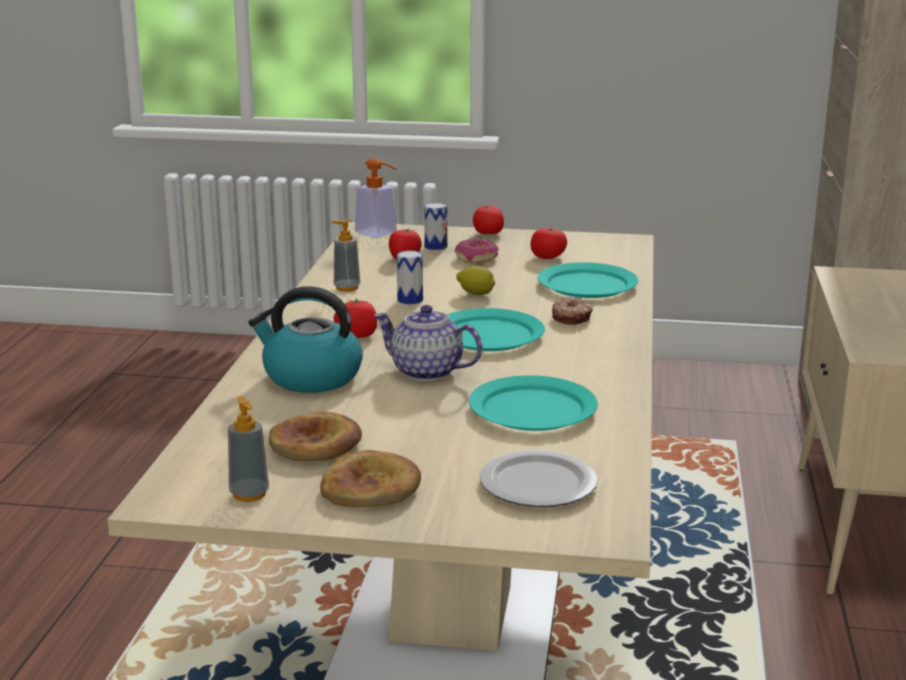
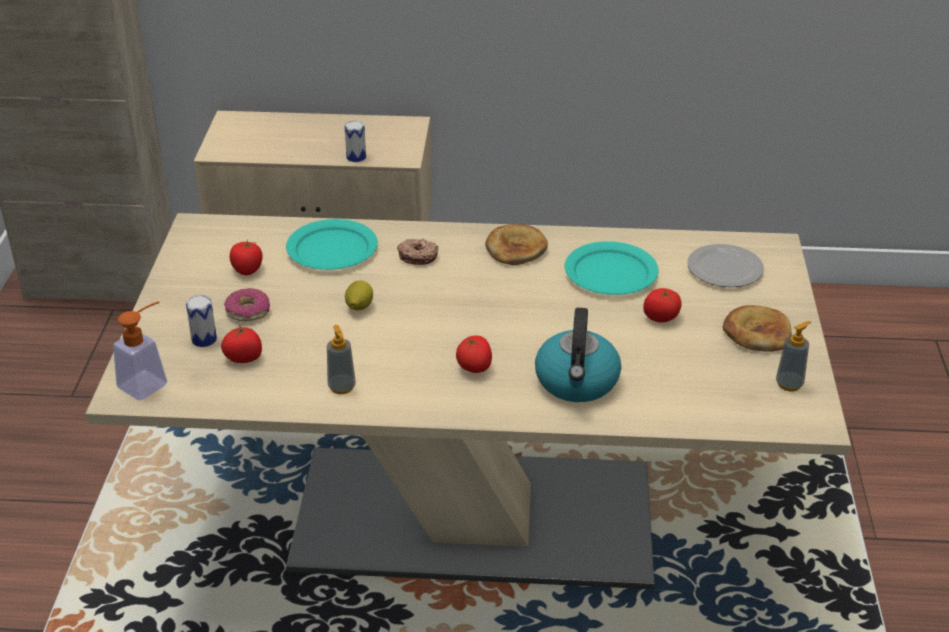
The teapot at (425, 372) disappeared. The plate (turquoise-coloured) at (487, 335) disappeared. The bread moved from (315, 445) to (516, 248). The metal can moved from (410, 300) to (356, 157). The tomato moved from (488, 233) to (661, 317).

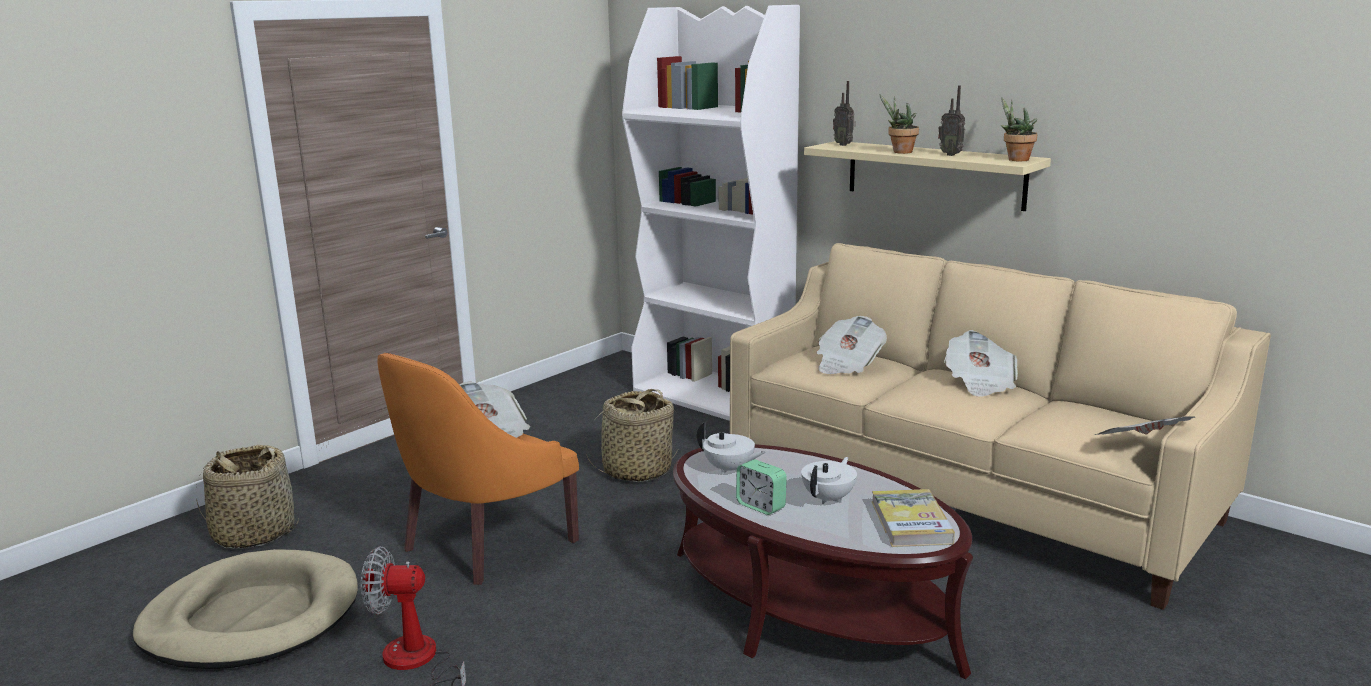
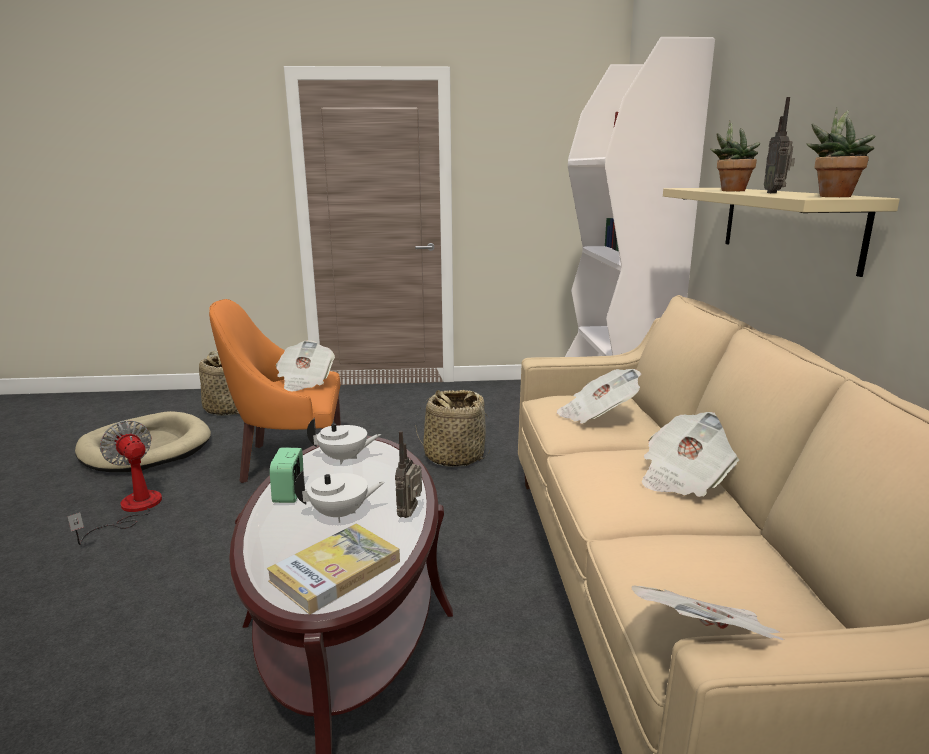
The radio moved from (844, 145) to (411, 514). The teapot (white-coloured) at (729, 469) turned 75 degrees counterclockwise.

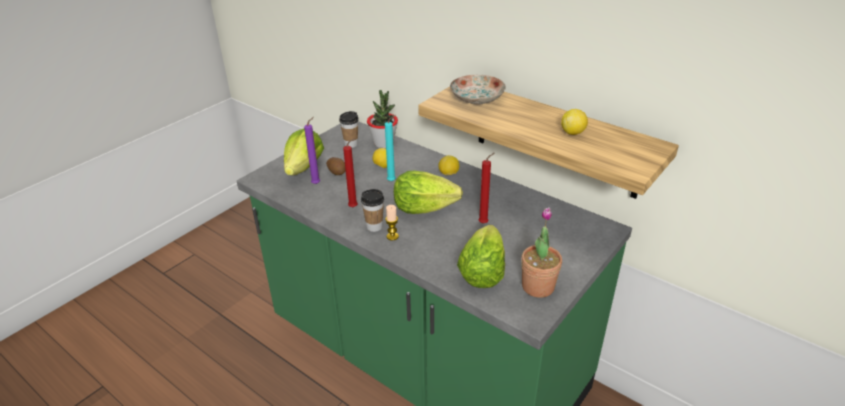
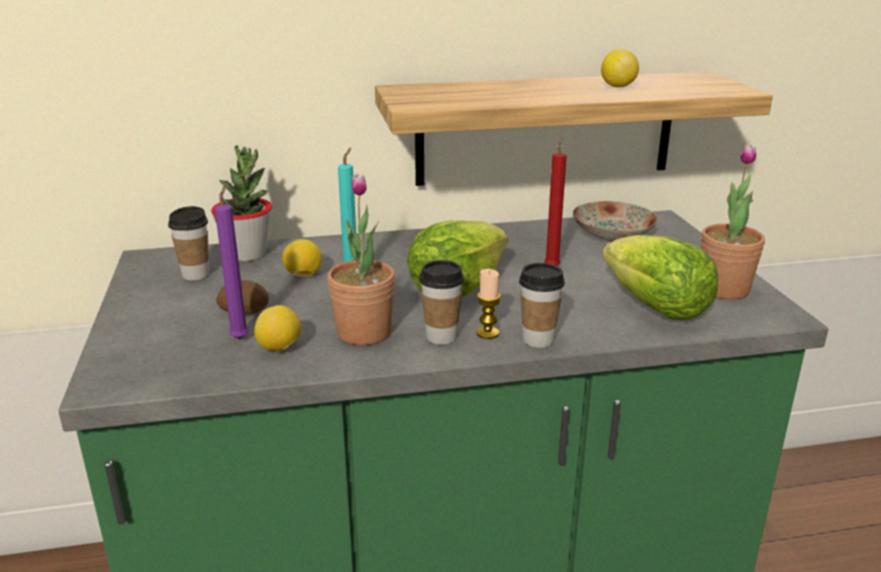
The head of lettuce at (304, 168) disappeared. The small cup at (538, 340) appeared. The citrus fruit moved from (448, 174) to (280, 349). The plate moved from (476, 98) to (611, 234). The wax candle (red-coloured) at (354, 207) was replaced by the houseplant at (364, 332).

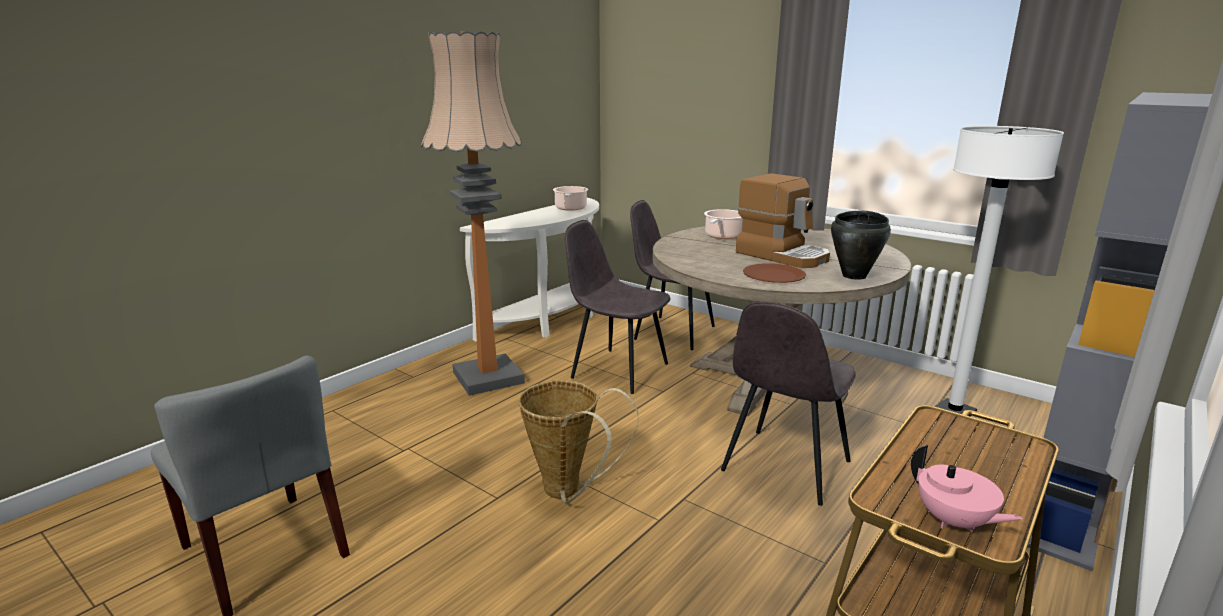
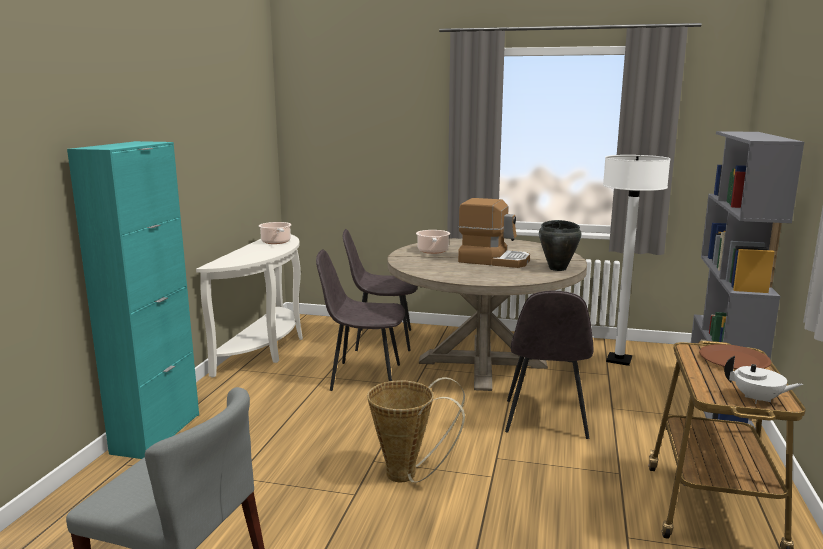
The floor lamp at (488, 377) disappeared. The cupboard (turquoise-coloured) at (156, 433) appeared. The plate (brown) moved from (774, 275) to (734, 359). The teapot (pinkish) at (954, 522) became the teapot (white-coloured) at (757, 399).

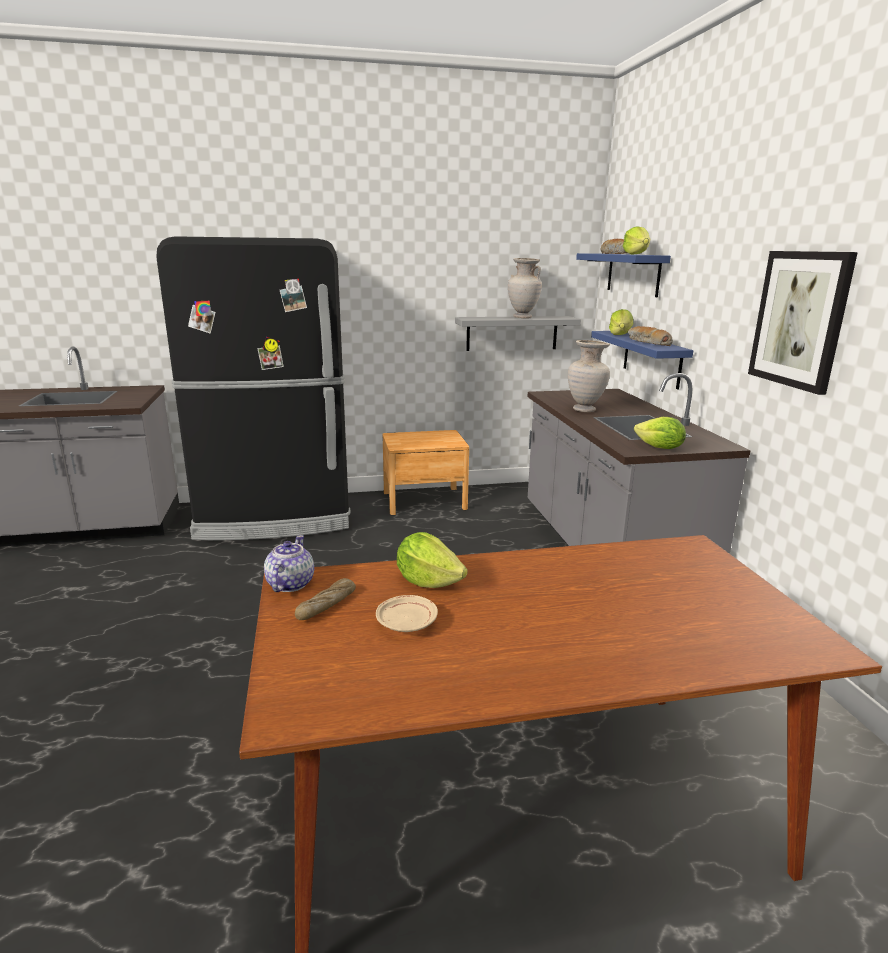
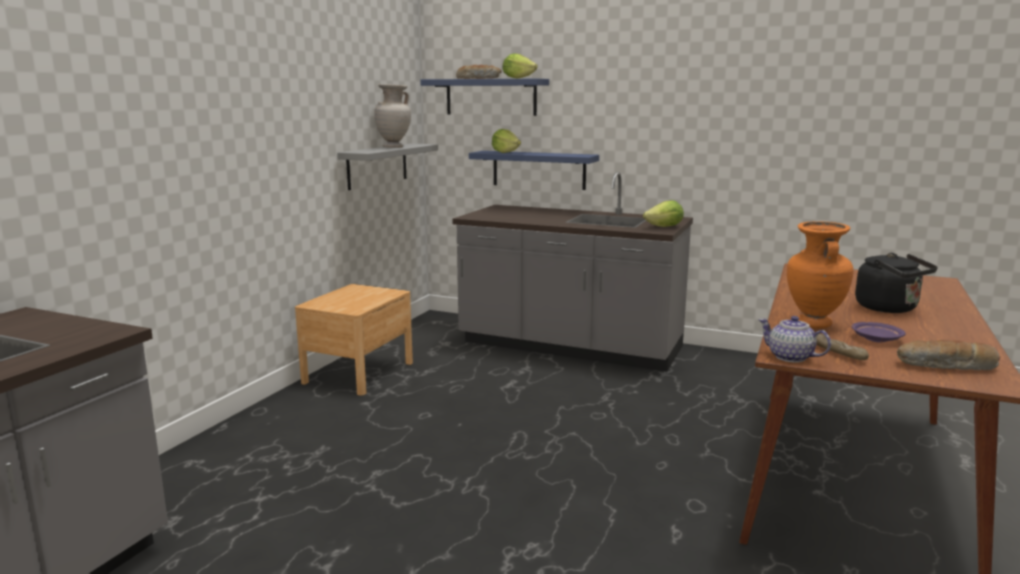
The kitchen fridge (black-coloured) at (275, 516) disappeared. The flower vase (beige-coloured) at (585, 410) disappeared. The wall art at (800, 319) disappeared. The kettle (black-coloured) at (890, 308) appeared. The bread moved from (647, 343) to (947, 367). The head of lettuce at (428, 581) was replaced by the flower vase (orangey) at (812, 324). The plate (beige-coloured) at (406, 622) became the plate (purple) at (876, 339).

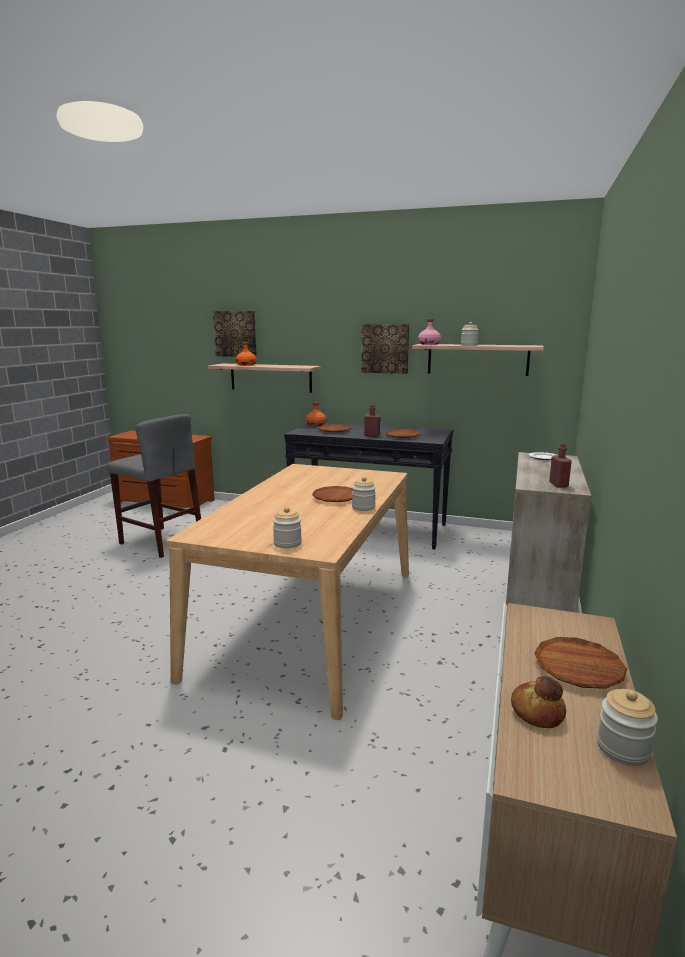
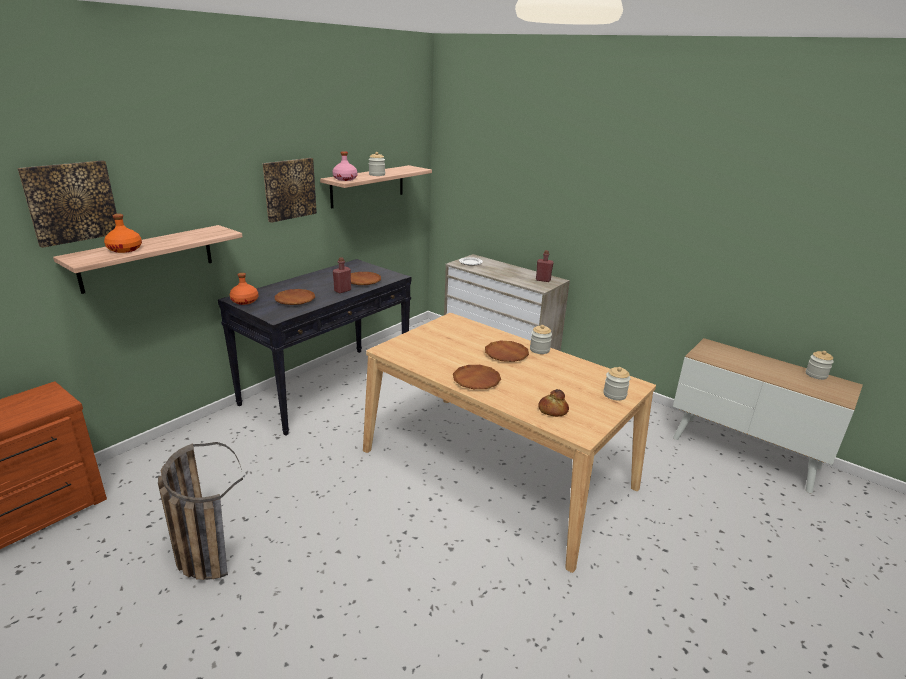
The bread moved from (536, 712) to (552, 410). The plate (brown) moved from (578, 668) to (476, 380). The stool (gray) at (161, 541) was replaced by the storage basket at (202, 549).

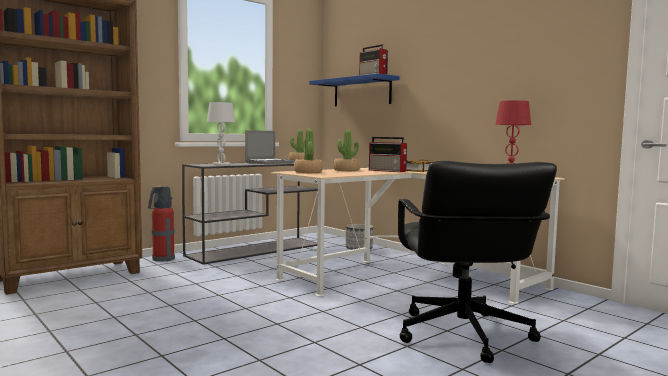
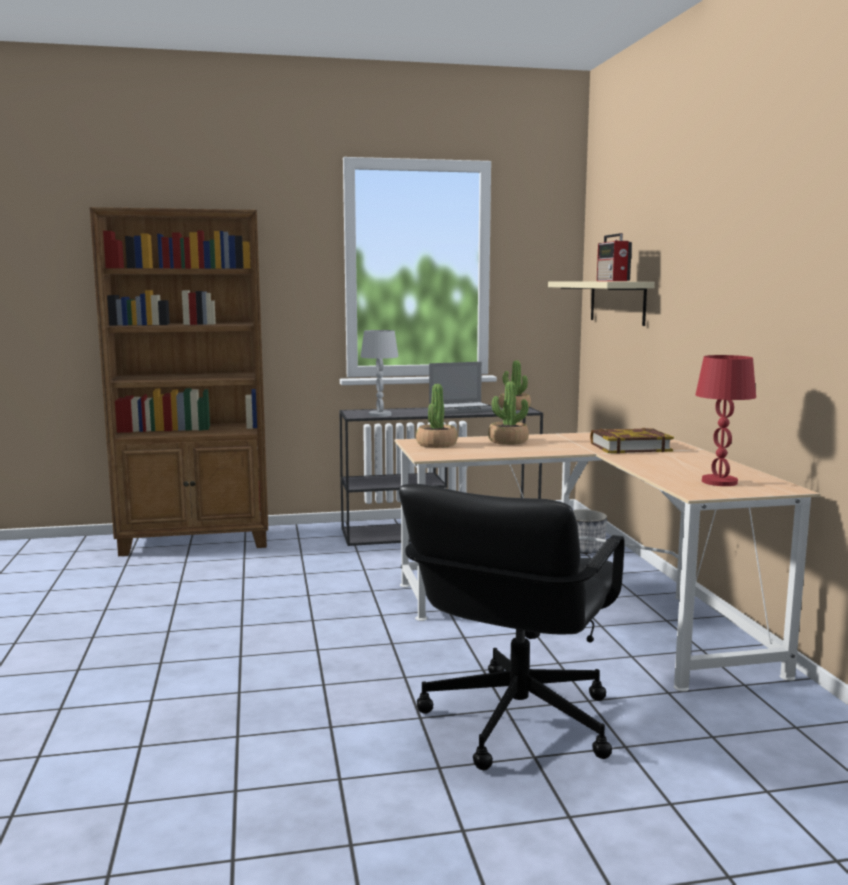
The extinguisher at (162, 259) disappeared. The radio at (388, 171) disappeared. The shelf (blue-coloured) at (362, 92) became the shelf (beige-coloured) at (617, 302).

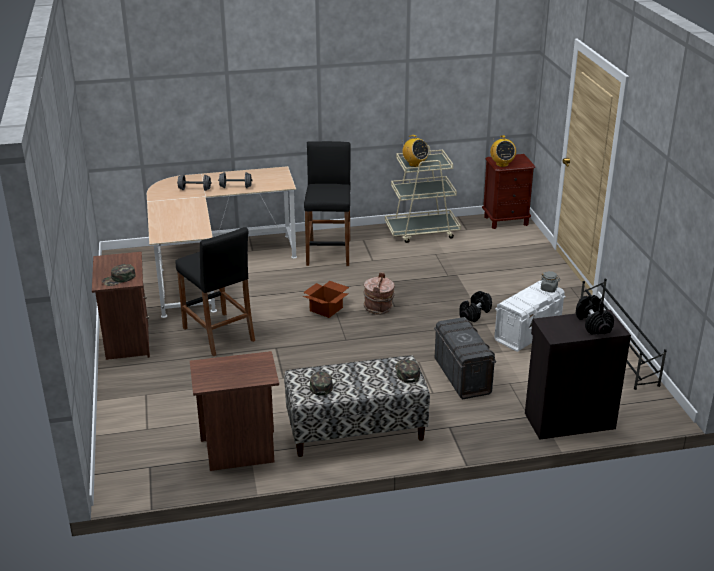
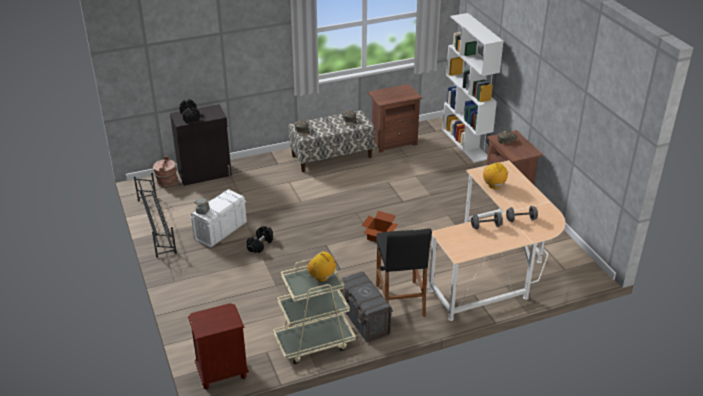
The stool (black-coloured) at (219, 334) disappeared. The bookshelf (white-coloured) at (466, 144) appeared. The water bucket (brown) moved from (378, 308) to (166, 182). The storage box (gray) moved from (462, 376) to (364, 320). The radio moved from (502, 164) to (494, 185).

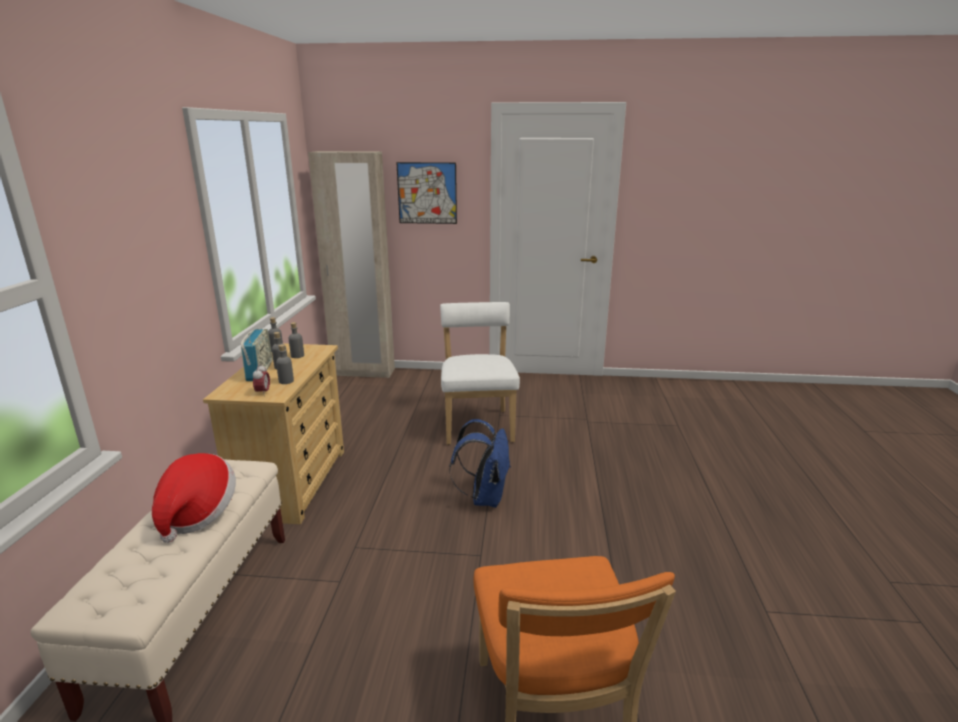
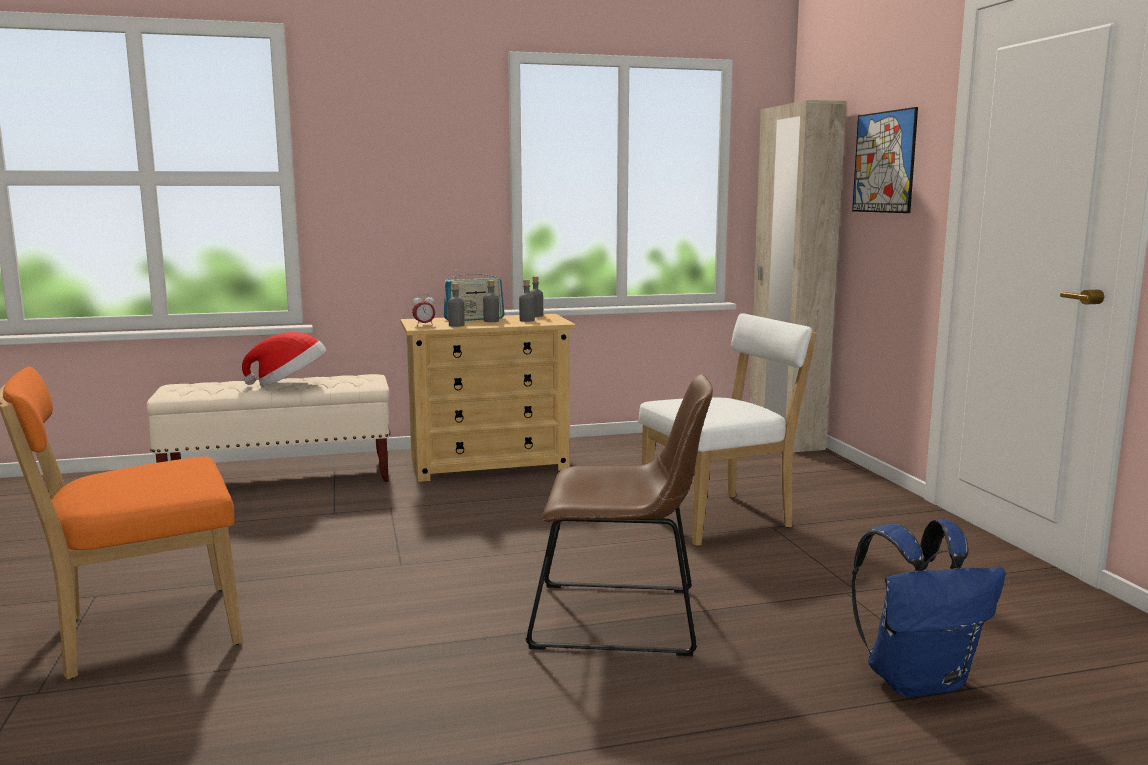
The upright chair (brown) at (623, 618) appeared. The knapsack (blue-coloured) moved from (485, 497) to (917, 680).

